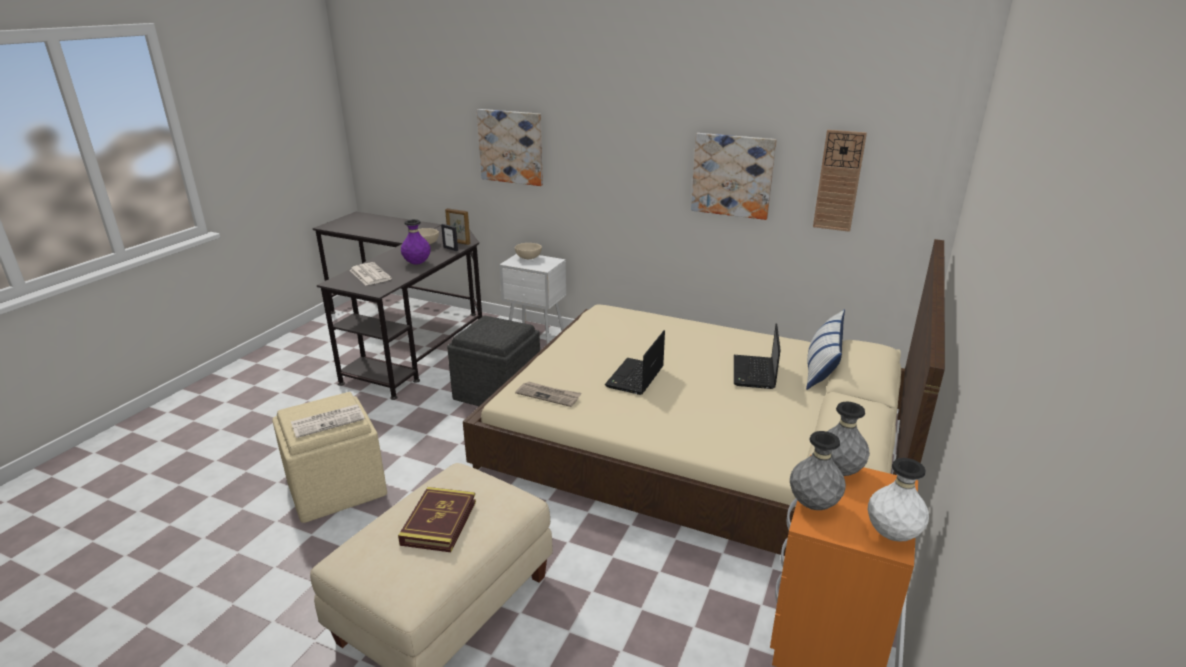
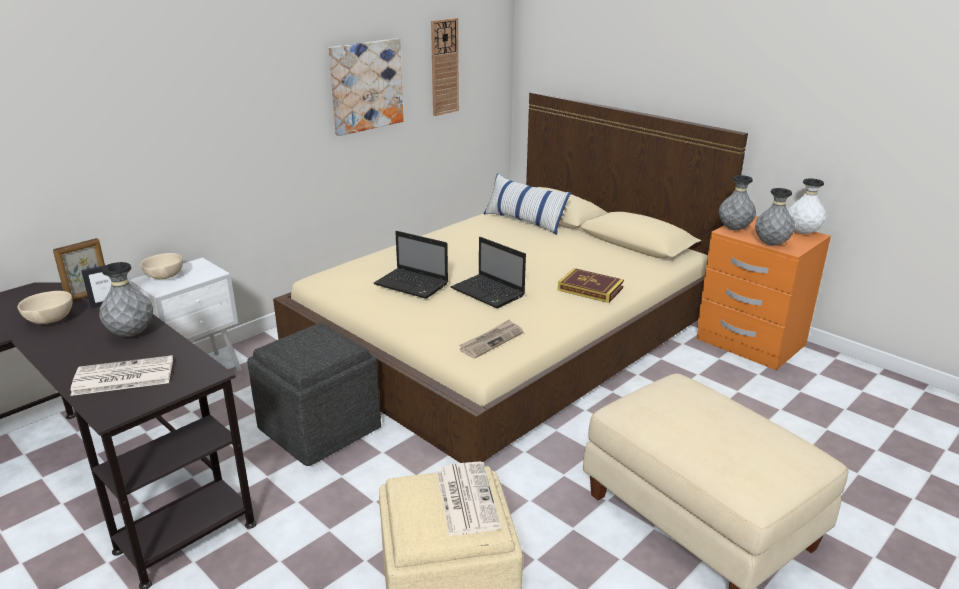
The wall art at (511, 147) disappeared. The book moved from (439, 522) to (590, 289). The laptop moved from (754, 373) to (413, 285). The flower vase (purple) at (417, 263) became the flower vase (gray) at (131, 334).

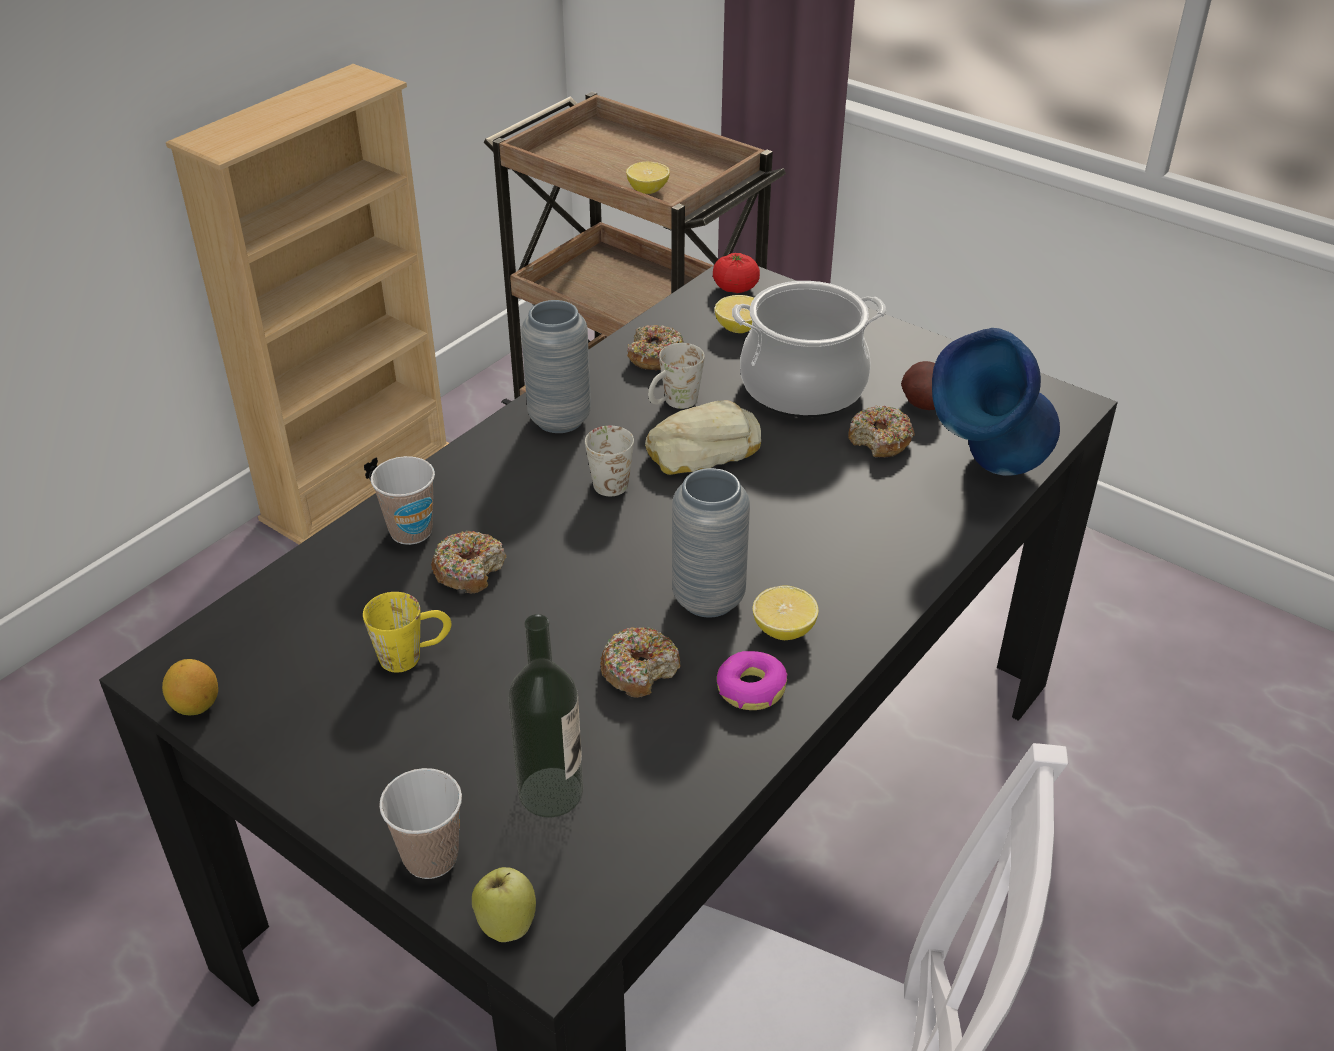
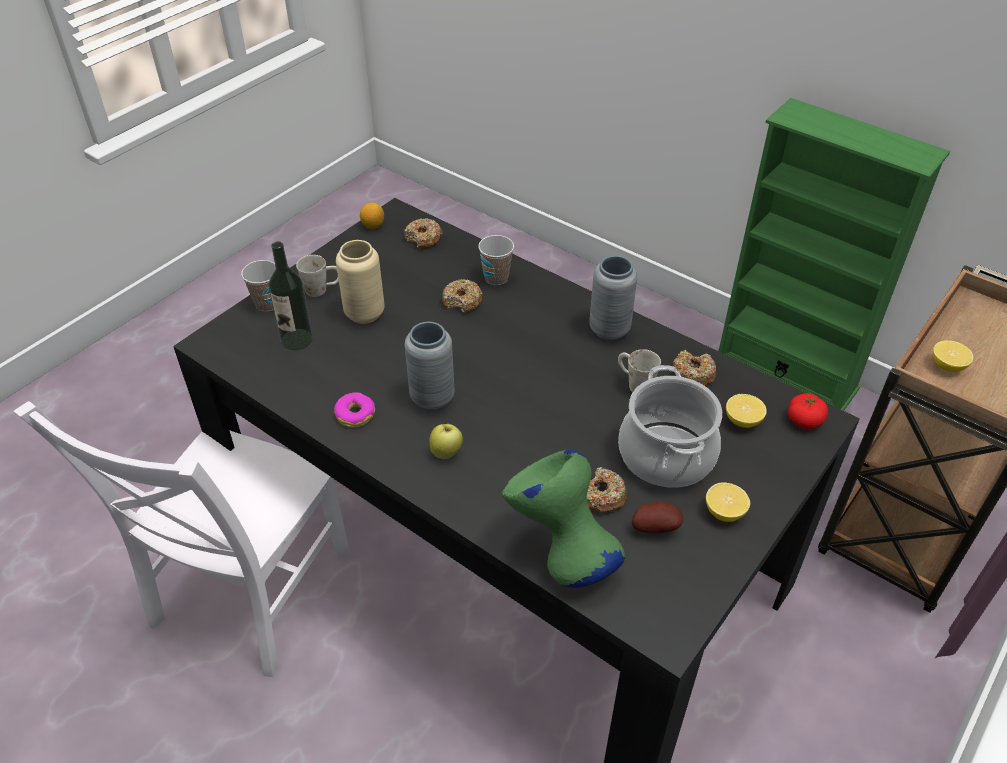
The coffee mug (yellowish) at (413, 654) disappeared. The bread at (701, 448) disappeared. The flower vase (beige-coloured) at (364, 314) appeared. The apple moved from (506, 924) to (446, 452). The coffee mug (white-coloured) moved from (608, 478) to (323, 289). The doughnut moved from (639, 670) to (423, 239). The citrus fruit moved from (783, 630) to (724, 512). The bookshelf (beige-coloured) at (357, 483) became the bookshelf (green-coloured) at (785, 372). The flower vase (blue-coloured) at (985, 476) became the flower vase (green-coloured) at (560, 557).

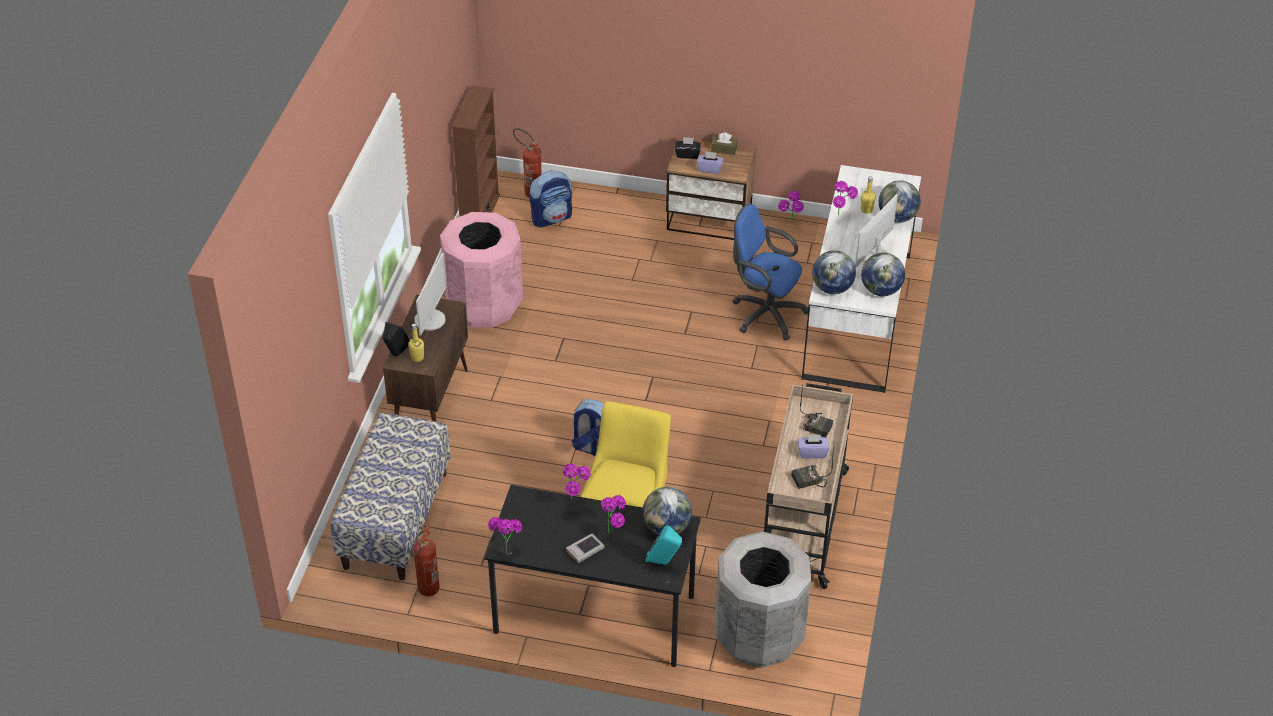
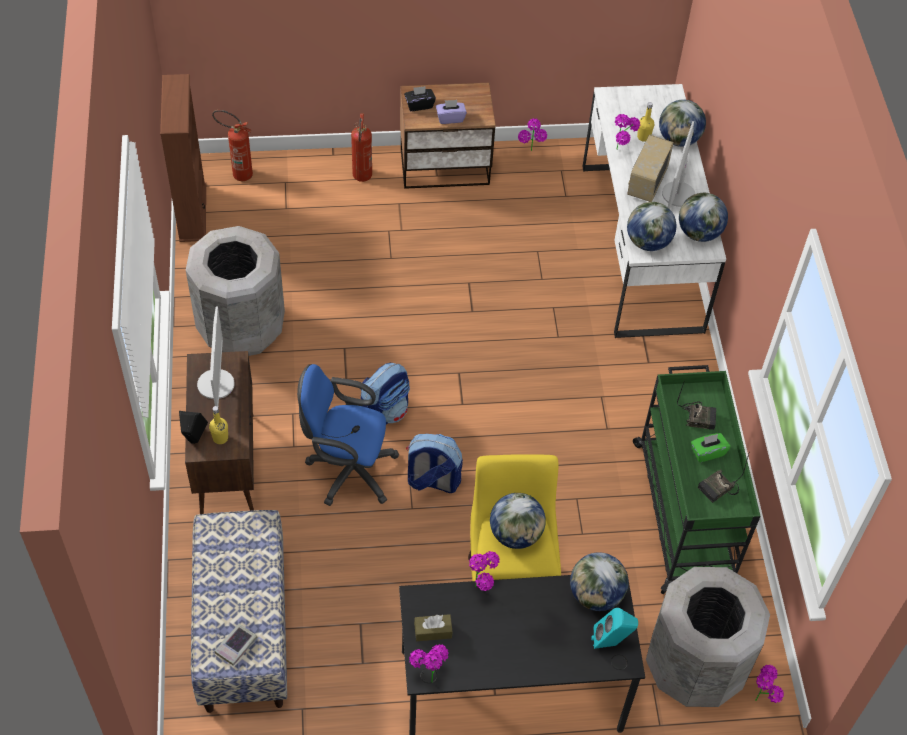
The world globe at (516, 534) appeared. The radio at (646, 182) appeared. The extinguisher moved from (426, 592) to (362, 179). The knapsack moved from (552, 218) to (385, 412). The book moved from (585, 550) to (236, 646). The houseplant moved from (615, 532) to (761, 698). The box of tissues (brown) moved from (724, 149) to (433, 631). The computer chair (blue-coloured) moved from (764, 313) to (347, 470). The trash can (pinkish) at (484, 306) became the trash can (gray) at (241, 328). The trolley (beige-coloured) at (803, 521) became the trolley (green-coloured) at (684, 511). The box of tissues (purple) at (812, 452) became the box of tissues (green-coloured) at (707, 452).

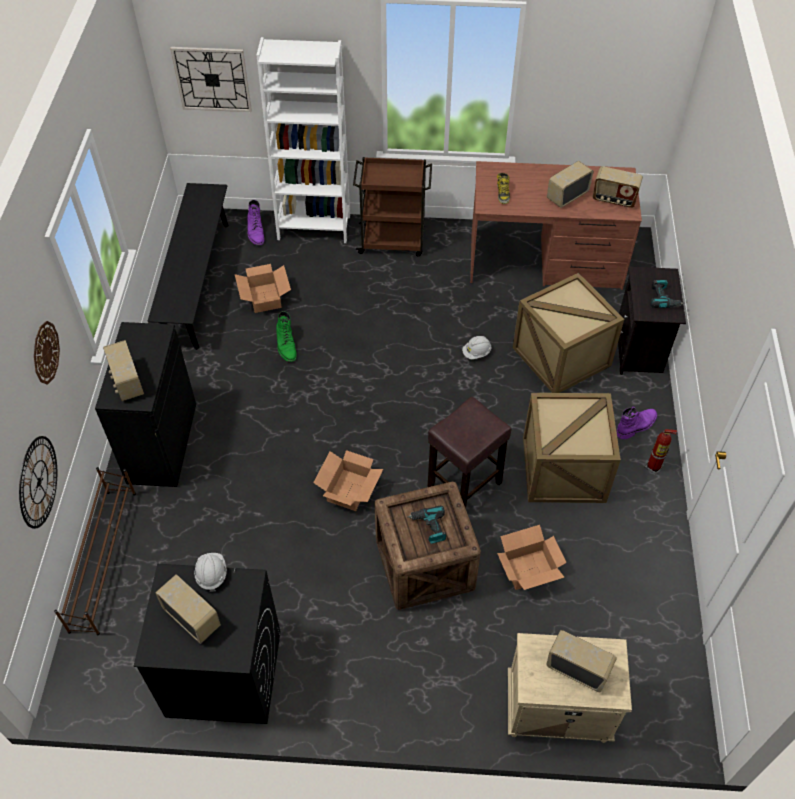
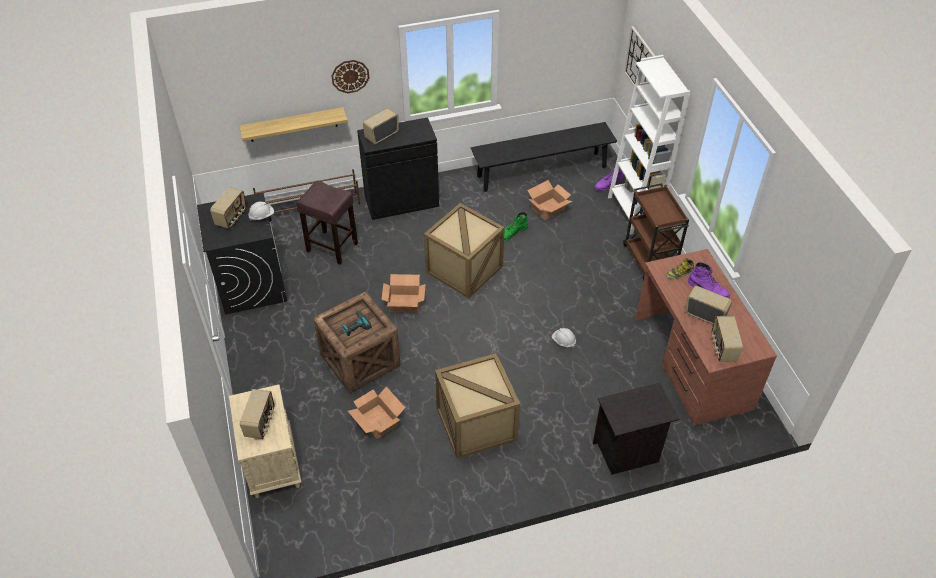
The extinguisher at (654, 467) disappeared. The drill at (663, 298) disappeared. The stool (brown) moved from (464, 485) to (331, 247). The crate moved from (561, 358) to (463, 269). The high-top boot (purple) moved from (636, 426) to (708, 290). The clock on the wall at (38, 482) was replaced by the shelf at (293, 124).

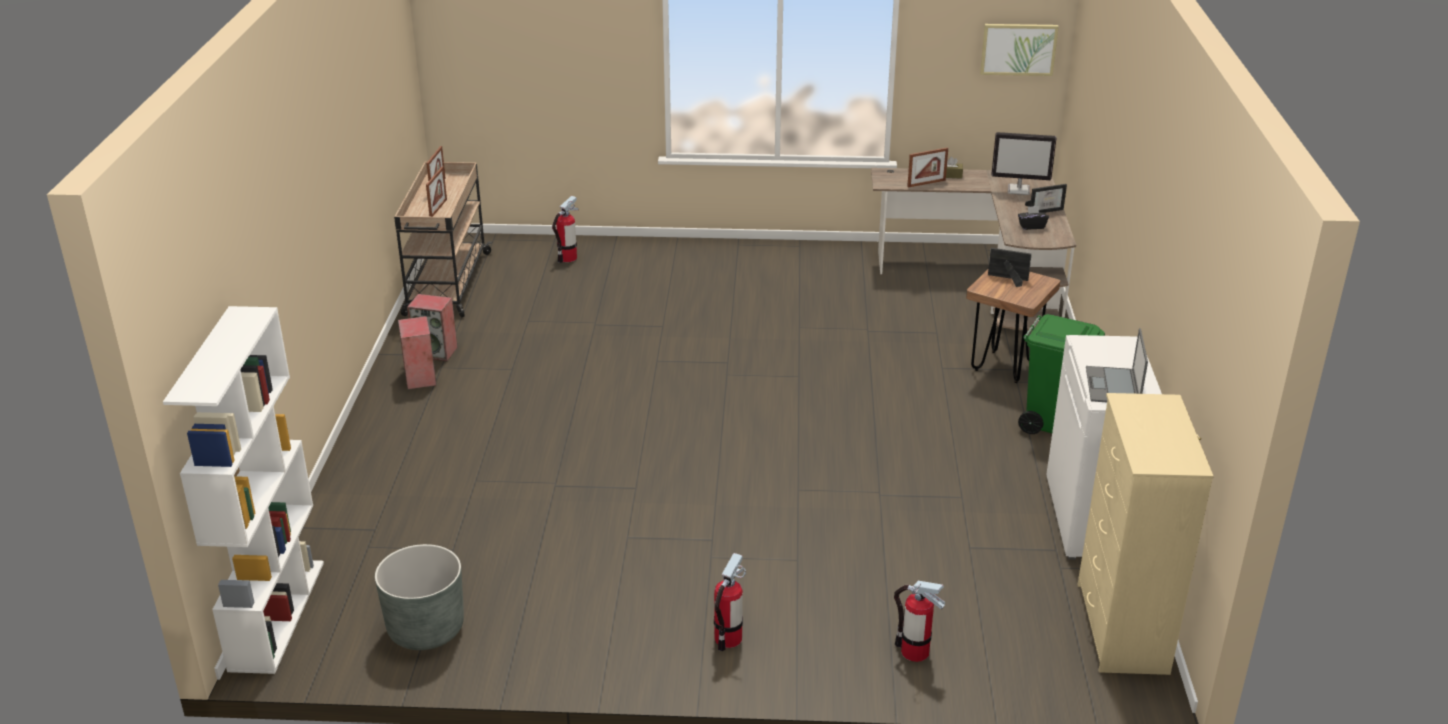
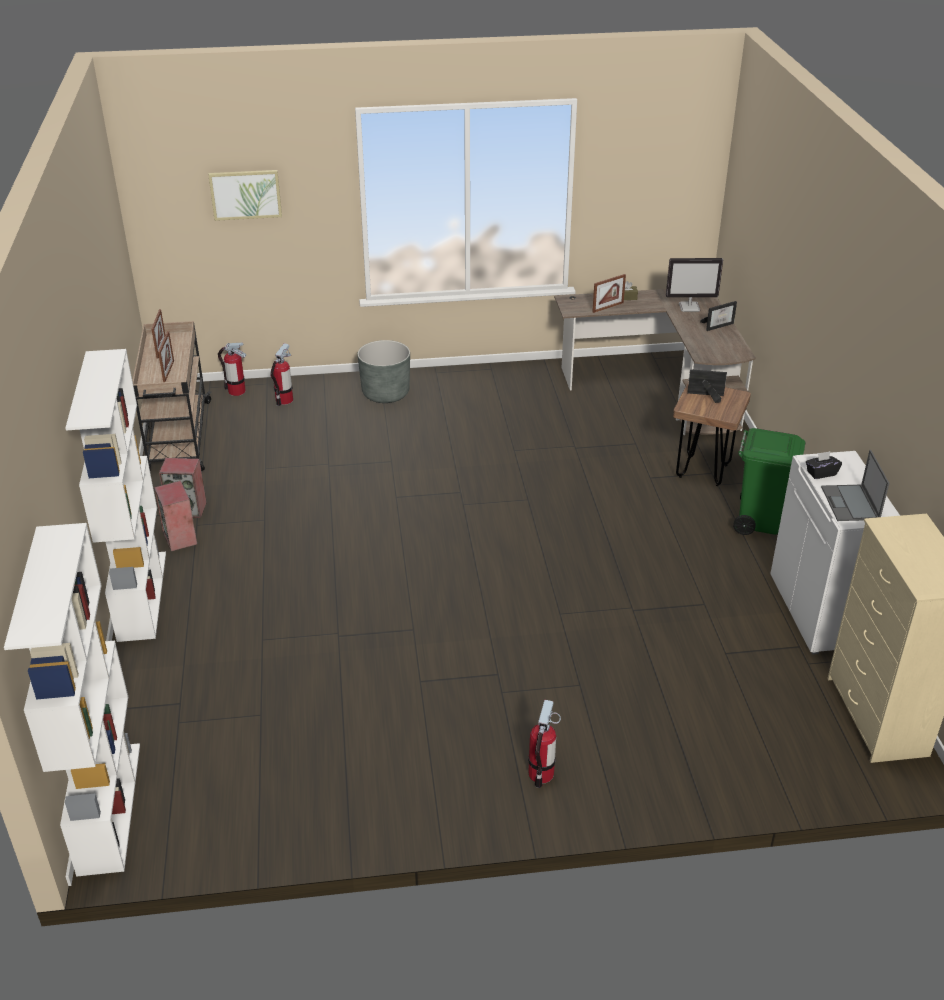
The bookshelf (white-coloured) at (141, 595) appeared. The plant pot (gray) moved from (426, 629) to (385, 393). The extinguisher moved from (914, 651) to (236, 391). The wall art moved from (1018, 49) to (245, 194). The box of tissues (black-coloured) moved from (1031, 226) to (821, 473).

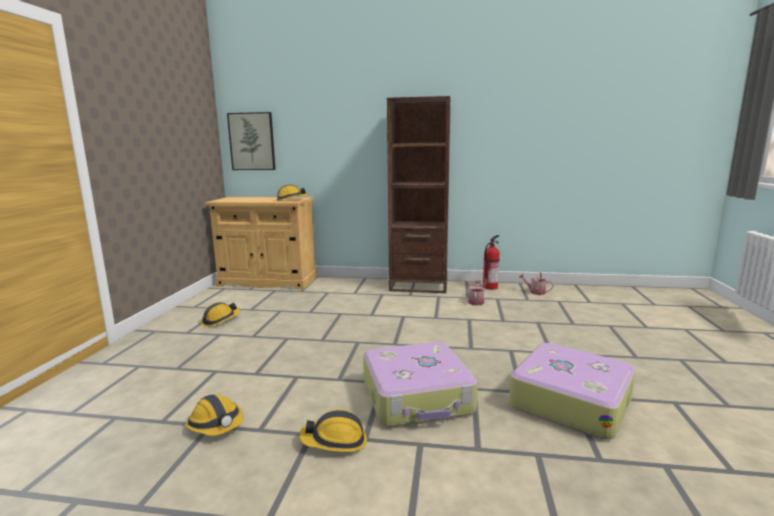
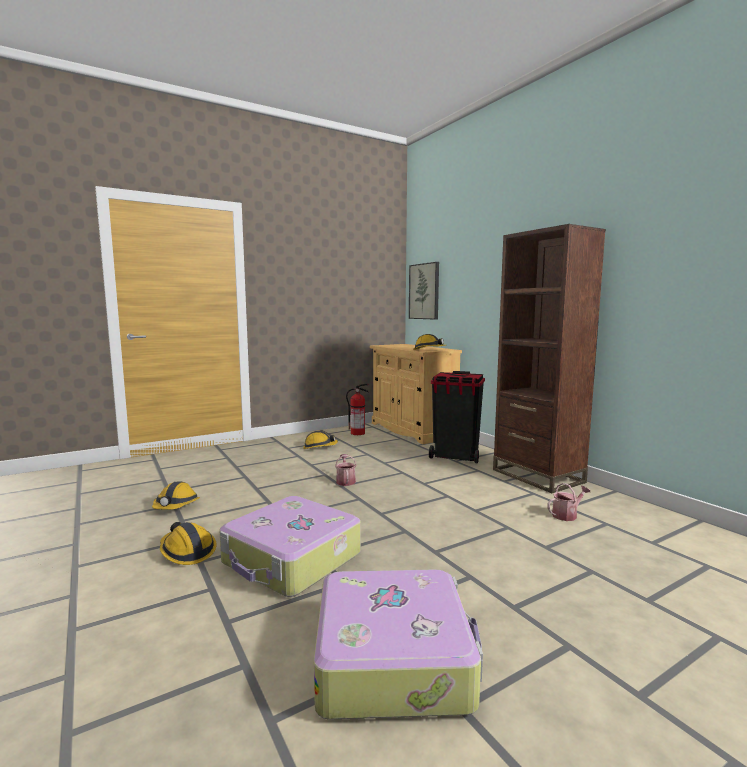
The trash can (black-coloured) at (456, 457) appeared. The extinguisher moved from (490, 287) to (358, 433). The watering pot moved from (535, 292) to (345, 481).

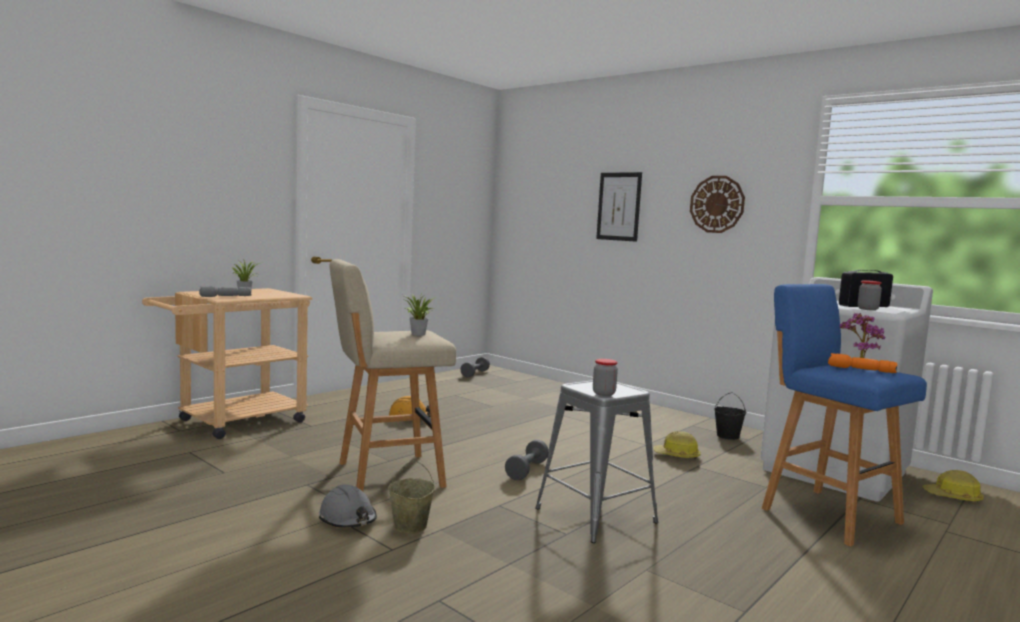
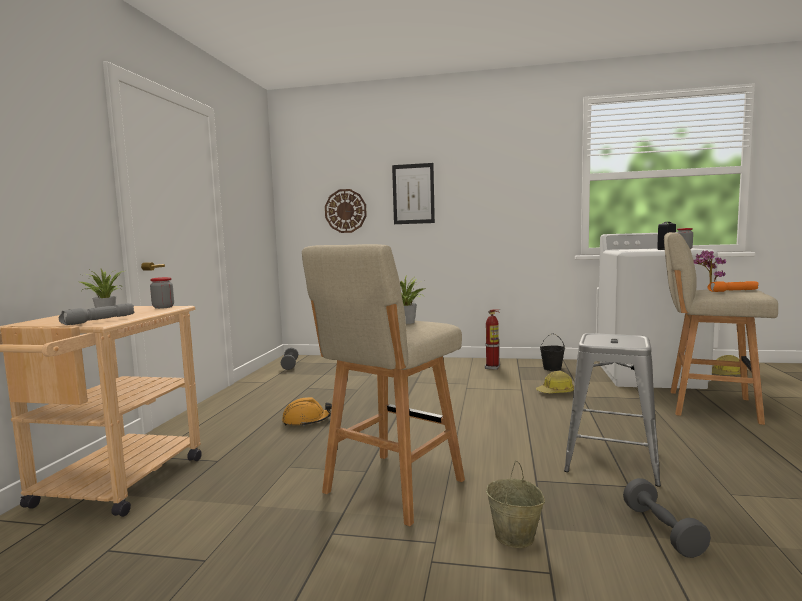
The work helmet (gray) at (348, 519) disappeared. The extinguisher at (492, 367) appeared. The hand weight (gray) moved from (526, 470) to (662, 530). The preserve jar moved from (603, 393) to (163, 307). The clock on the wall moved from (717, 204) to (345, 211). The stool (blue-coloured) at (826, 514) became the stool (beige-coloured) at (708, 406).

